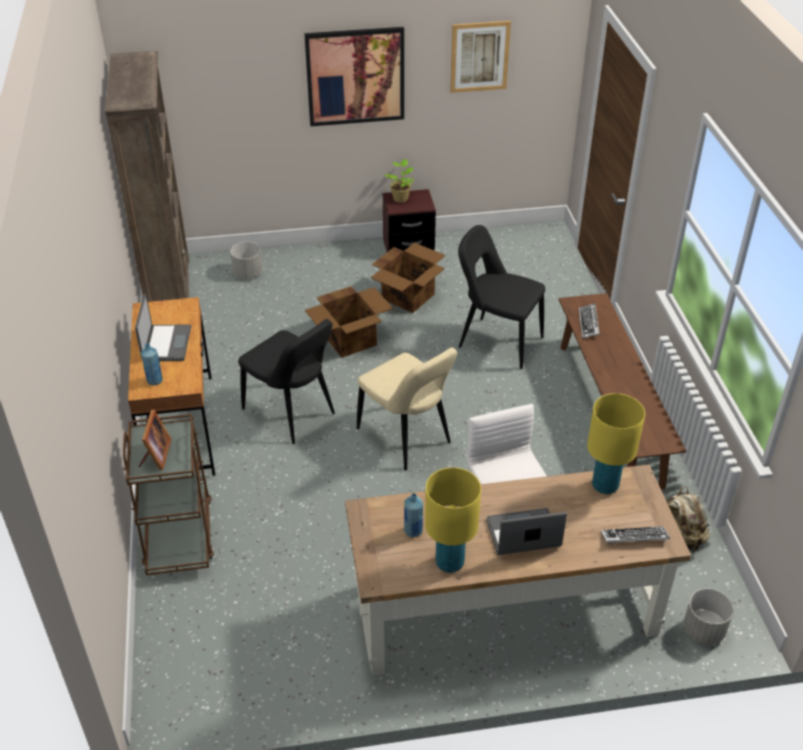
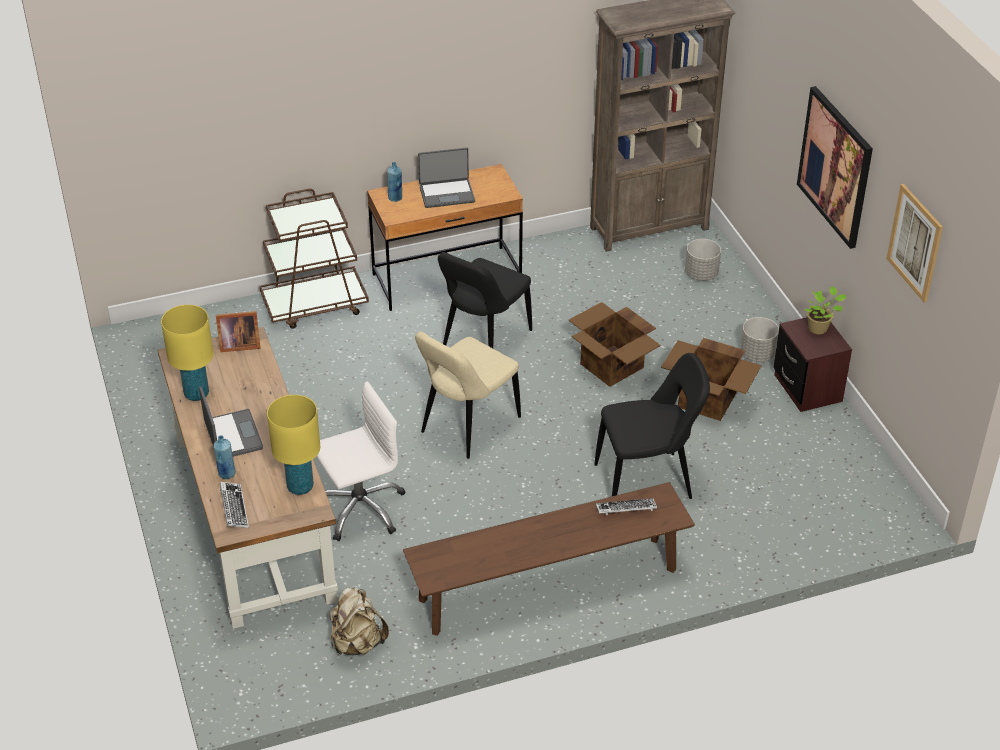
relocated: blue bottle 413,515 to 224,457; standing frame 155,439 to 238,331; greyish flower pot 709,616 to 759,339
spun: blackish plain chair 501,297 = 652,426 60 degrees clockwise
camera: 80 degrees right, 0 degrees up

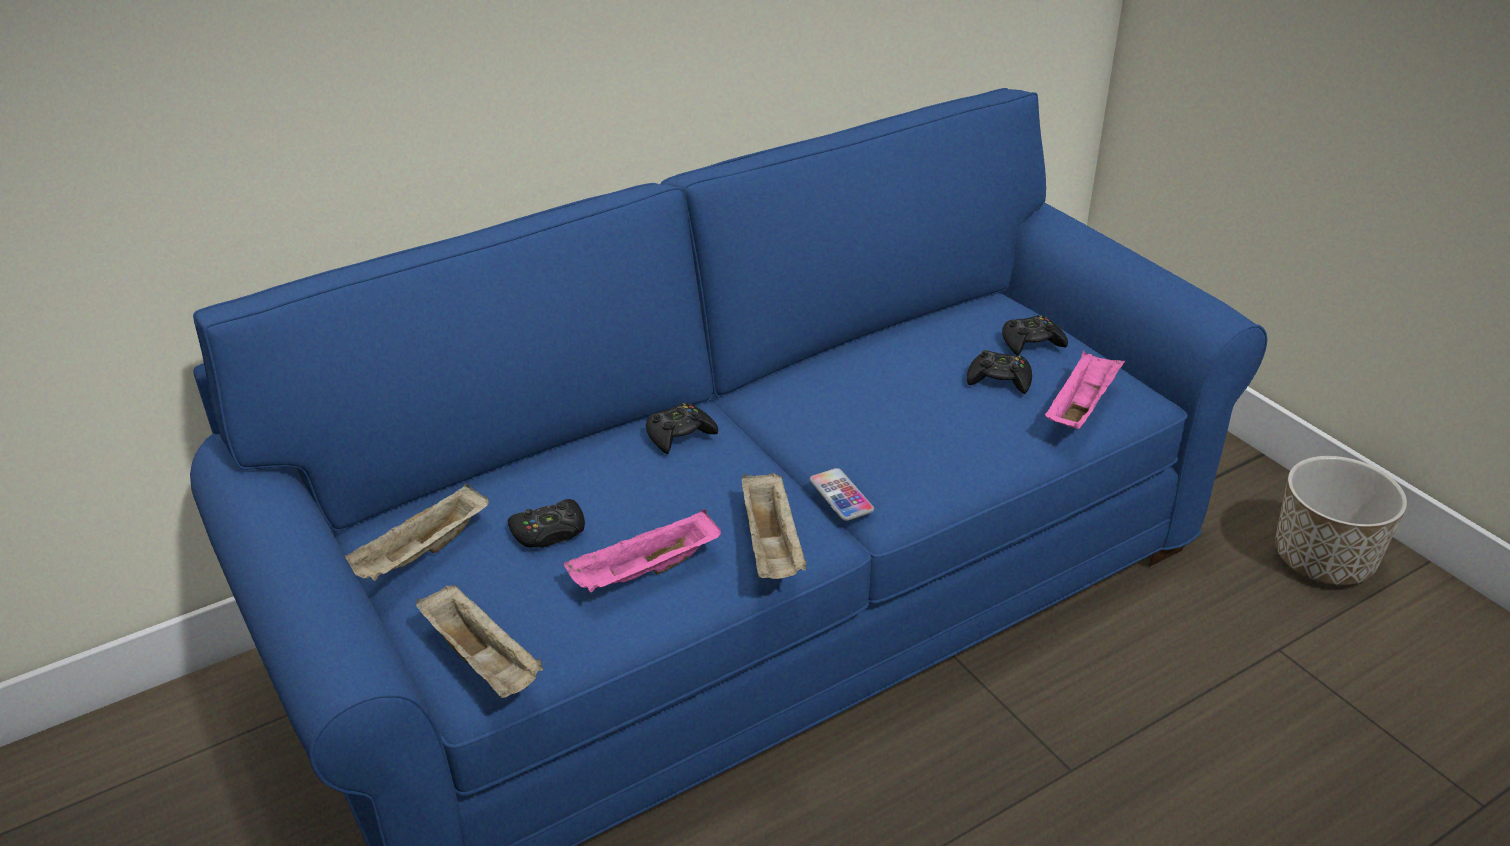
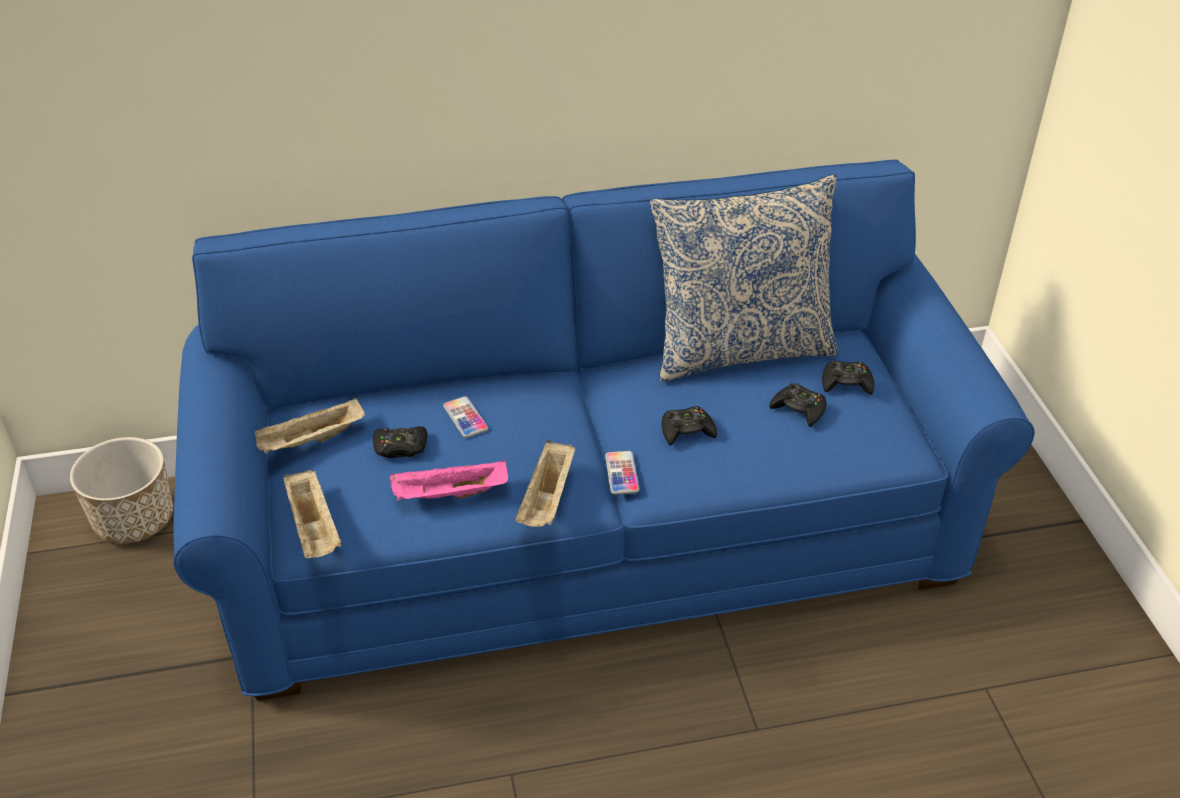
missing: pink-coloured tray 1085,390
appeared: phone 465,417; throw pillow 744,278
relocated: flower pot 1341,520 to 121,490; blackish gamepad 682,428 to 689,426
camera: 20 degrees right, 5 degrees up

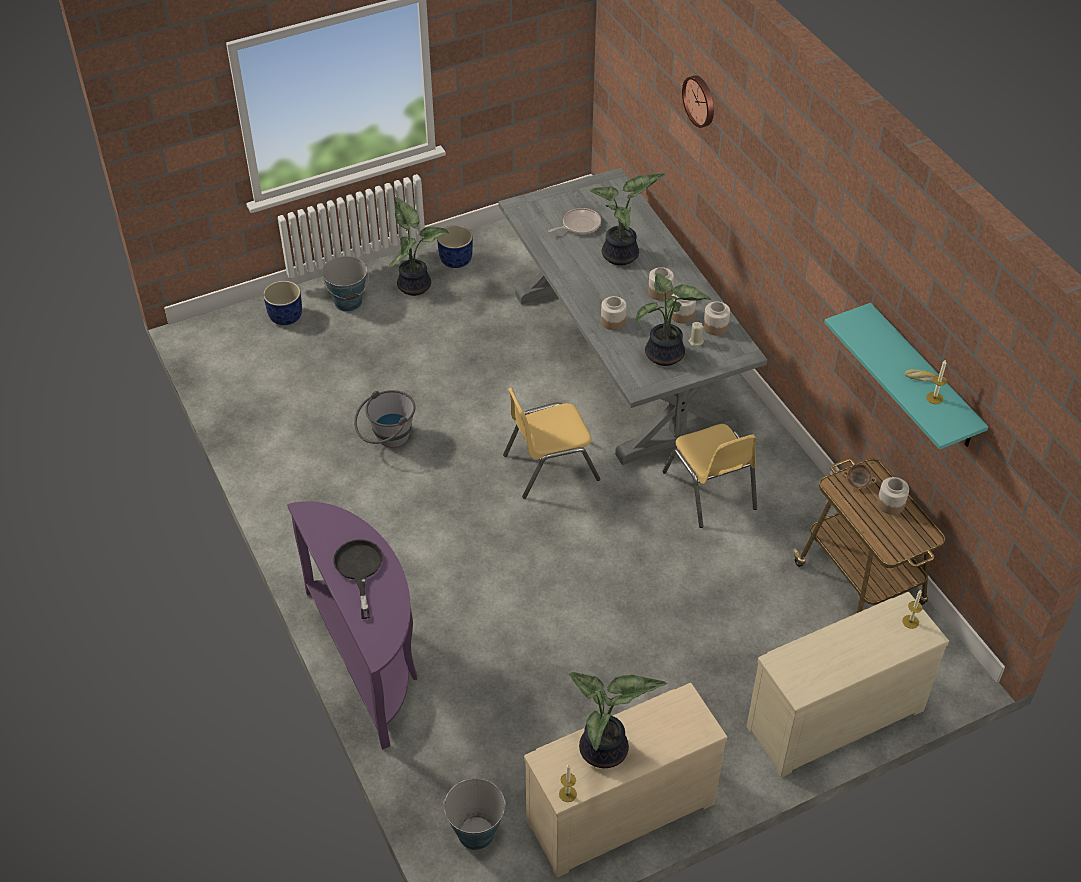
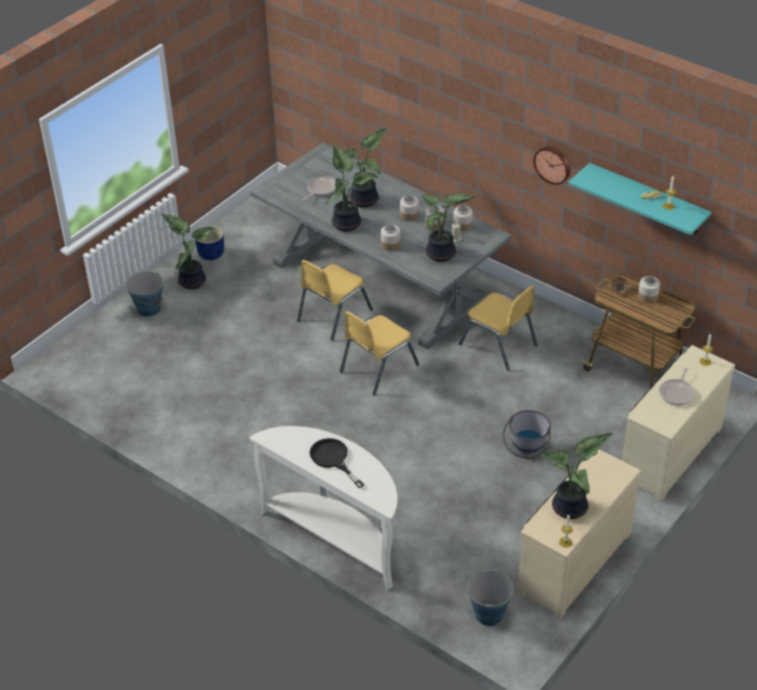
missing: blue flower pot 282,303
appeared: yellowish plain chair 335,300; plant in a pot 351,188; frying pan 677,386
relocated: greyish pail 384,419 to 526,434; hanging clock 698,101 to 551,166
colour: purple-coloured narrow table 352,625 to white narrow table 323,508
camera: 25 degrees left, 5 degrees down

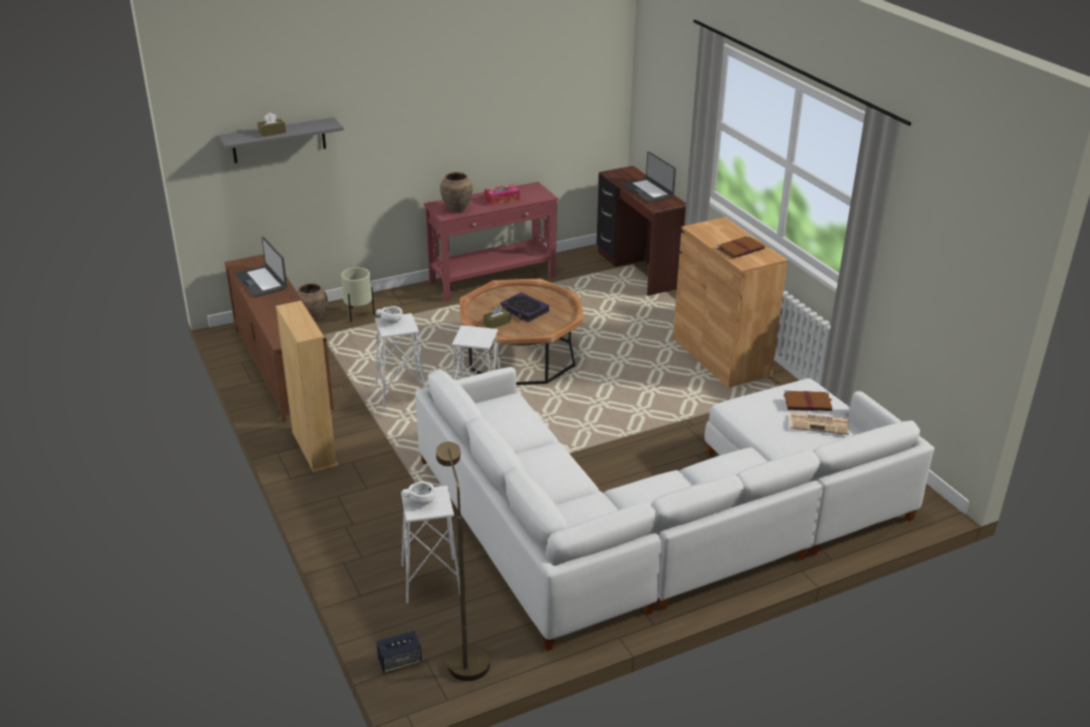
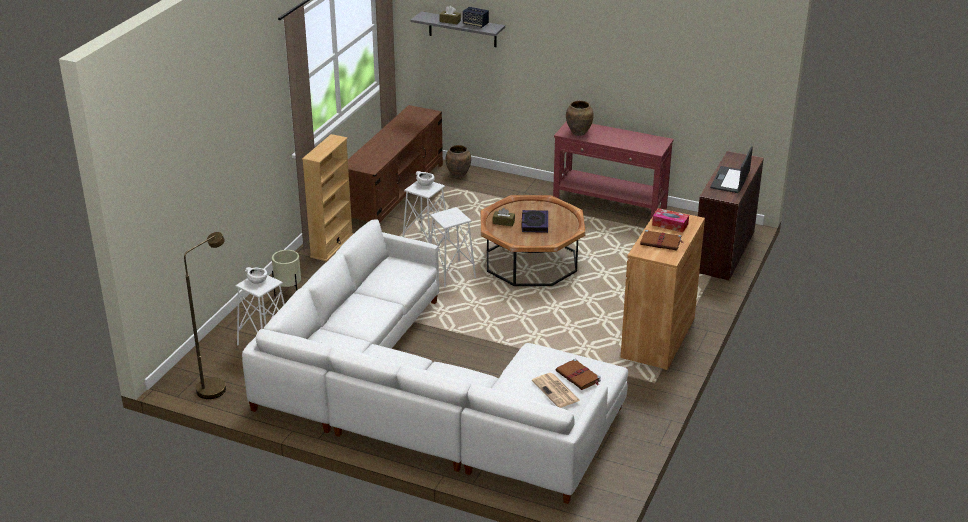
missing: laptop 261,267
relocated: sand-coloured flower pot 358,294 to 286,273; speaker 399,652 to 476,17; box of tissues 502,194 to 670,220
camera: 50 degrees right, 0 degrees up

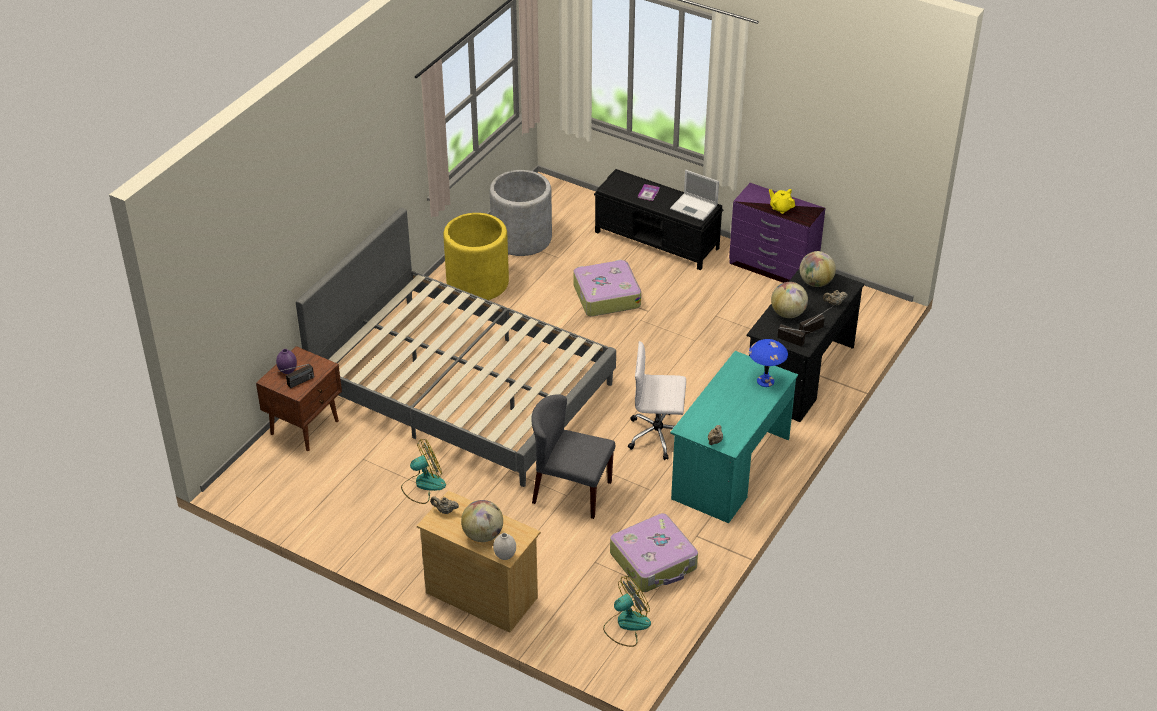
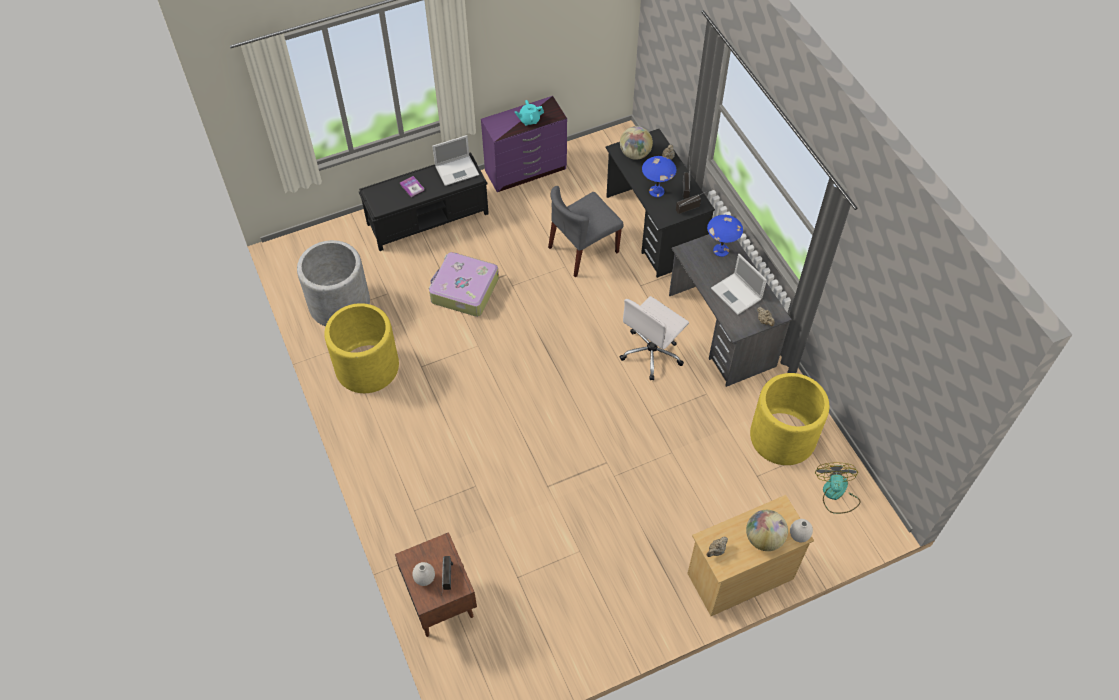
missing: greyish bedroom bed 456,347; fan 423,471
appeared: laptop 739,284
relocated: greyish plain chair 573,456 to 585,231
exchanged: globe 789,300 to blue lamp for a table 659,176; piece of luggage 654,552 to yellowish flower pot 789,419
colour: purple-coloured flower vase 286,361 to white flower vase 423,574; yellowish pot for tea 782,201 to turquoise-coloured pot for tea 529,113; turquoise-coloured desk unit 734,437 to greyish desk unit 730,310
camera: 55 degrees left, 15 degrees up

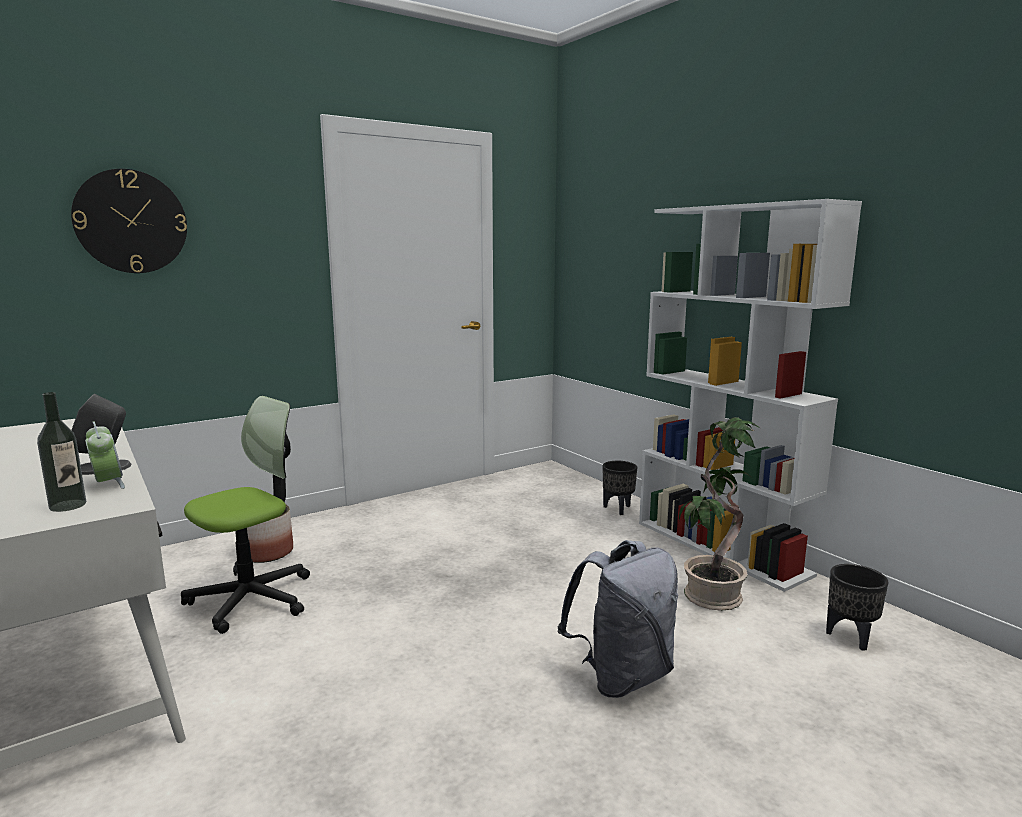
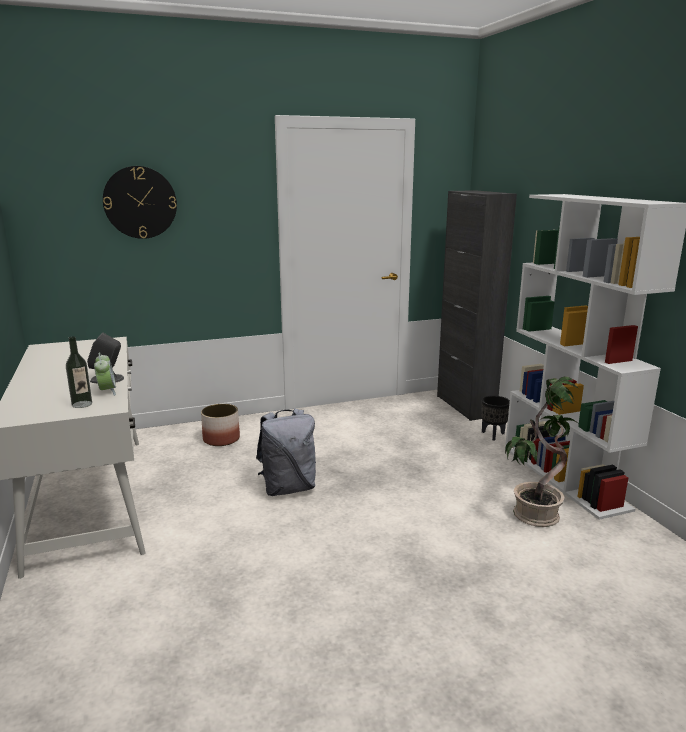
missing: desk chair 245,515; blackish flower pot 857,607
appeared: blackish cupboard 477,305
relocated: greyish rucksack 618,619 to 286,452
camera: 15 degrees right, 5 degrees up

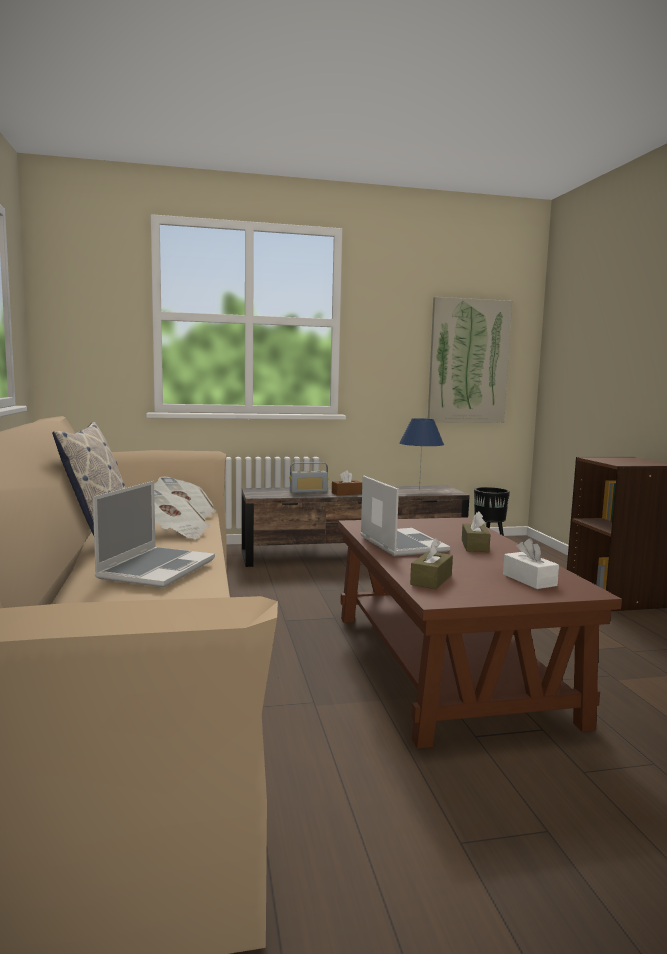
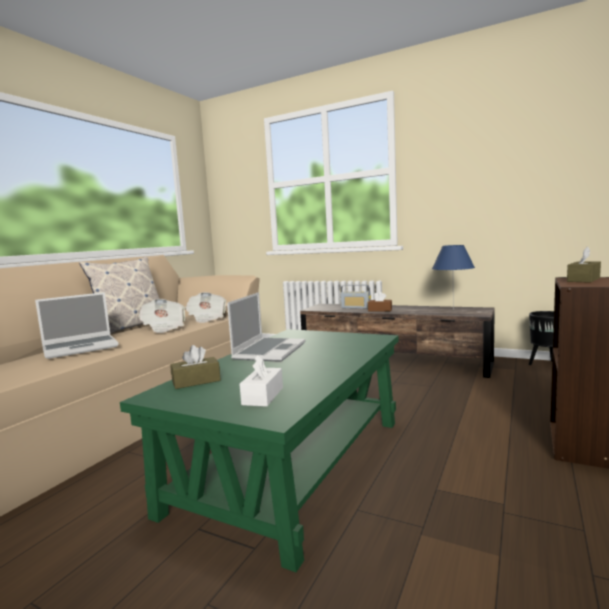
missing: wall picture 470,360
relocated: brown box of tissues 476,532 to 584,265
colour: brown low table 480,633 to greenish low table 259,450
camera: 40 degrees right, 0 degrees up

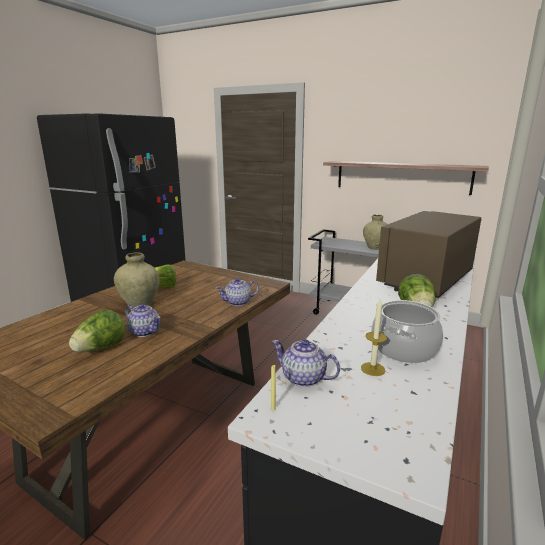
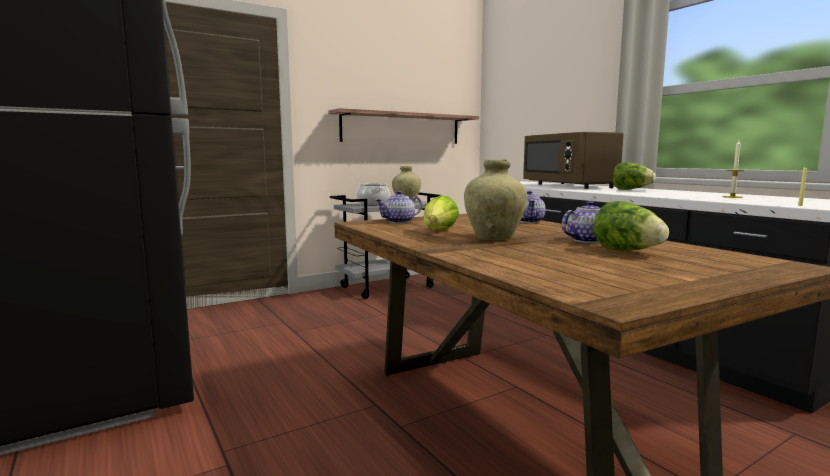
relocated: cooking pot 407,331 to 373,194; pot for tea 306,363 to 399,207
camera: 60 degrees left, 10 degrees down

